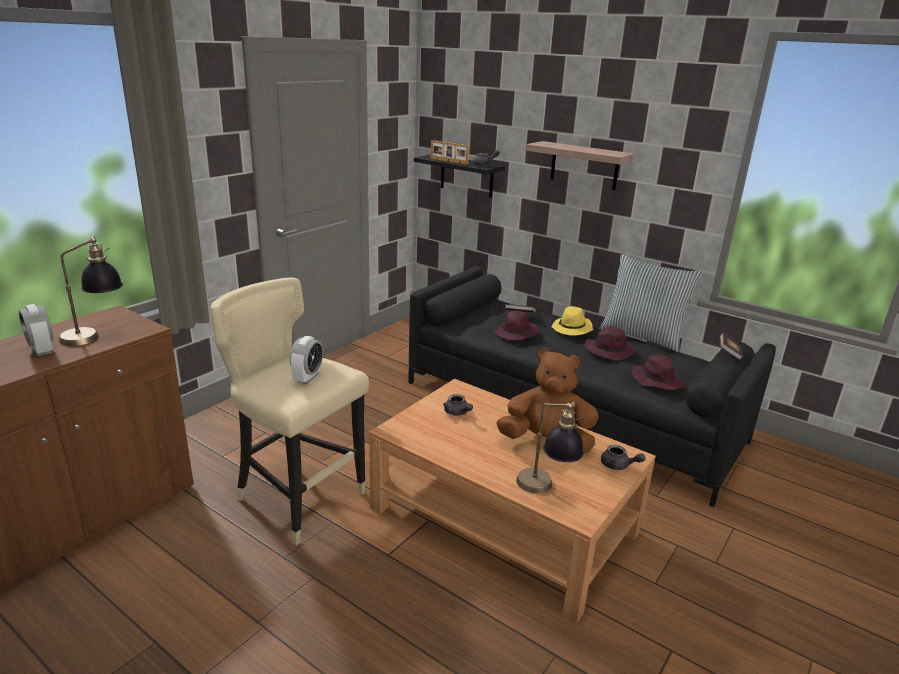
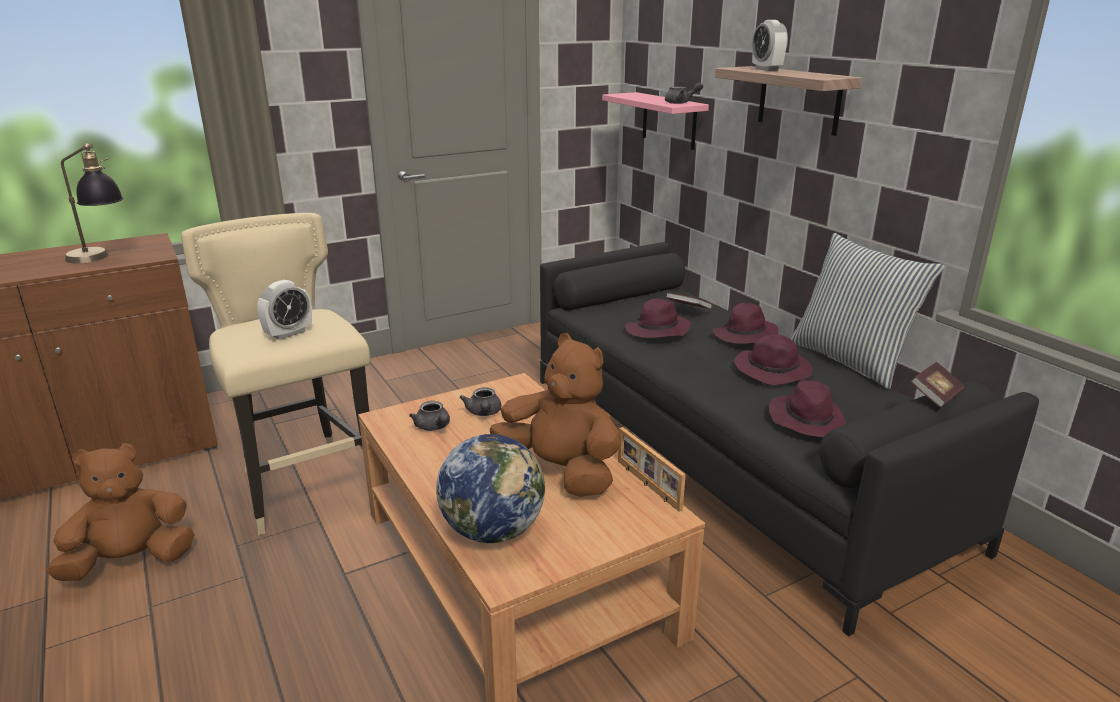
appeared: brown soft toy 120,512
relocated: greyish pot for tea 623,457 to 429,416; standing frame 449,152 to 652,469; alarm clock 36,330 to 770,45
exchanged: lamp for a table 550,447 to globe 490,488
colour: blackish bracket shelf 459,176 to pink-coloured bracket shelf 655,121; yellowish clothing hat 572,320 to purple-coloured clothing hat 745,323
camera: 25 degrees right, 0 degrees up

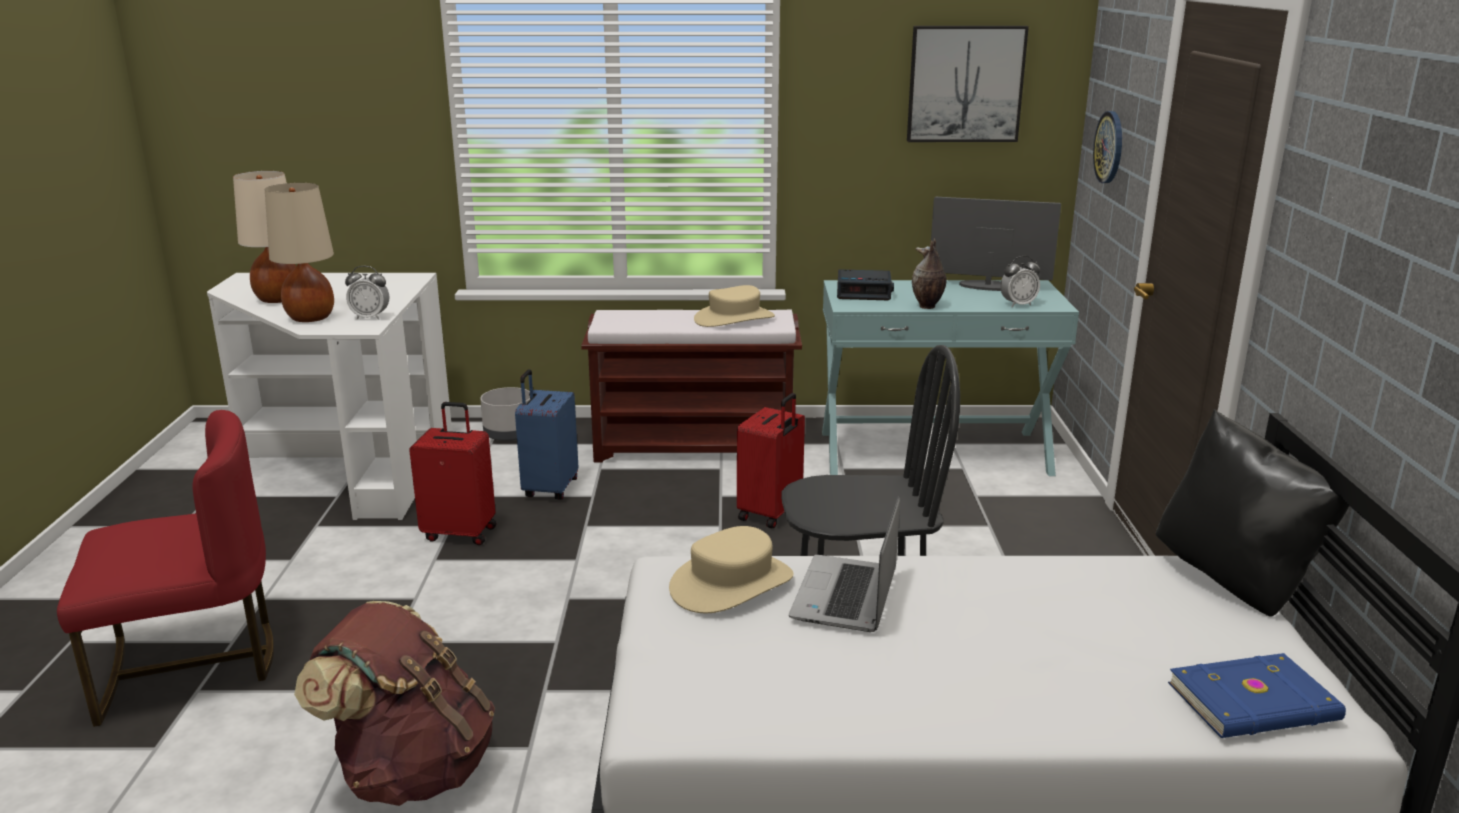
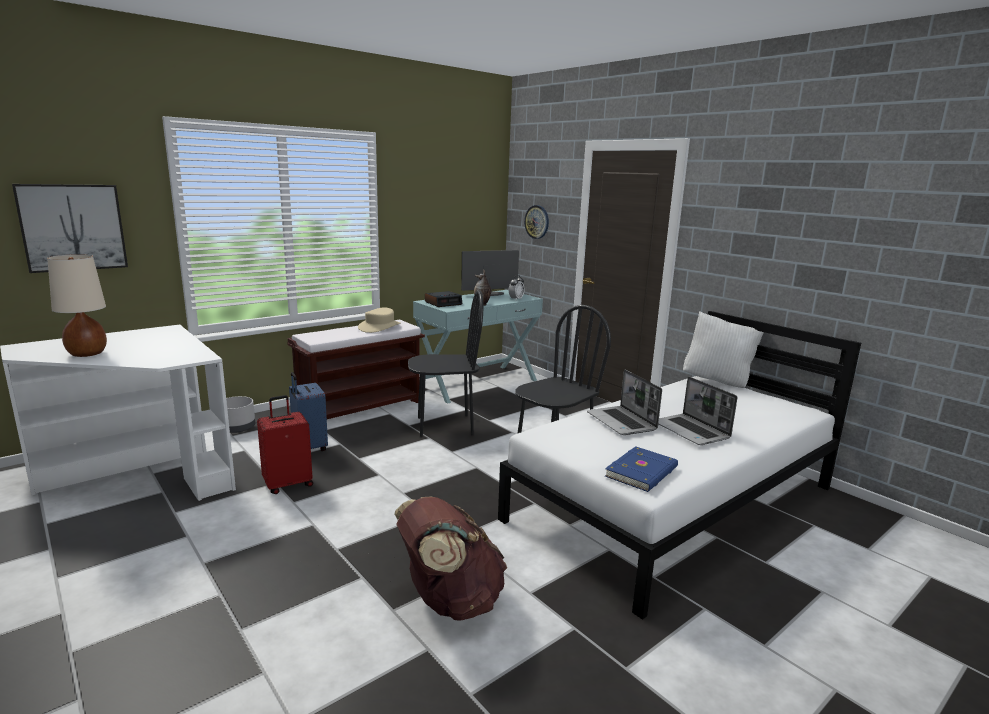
missing: red-coloured plain chair 165,568; sand-coloured lamp for a table 299,252; alarm clock 367,293; sand-coloured clothing hat 731,569
appeared: laptop 698,411
relocated: wall picture 968,84 to 70,228; blue volume 1257,695 to 641,469
exchanged: red-coloured piece of luggage 771,460 to blackish plain chair 445,363
colour: blackish throw pillow 1252,513 to white throw pillow 723,349
camera: 40 degrees left, 5 degrees down

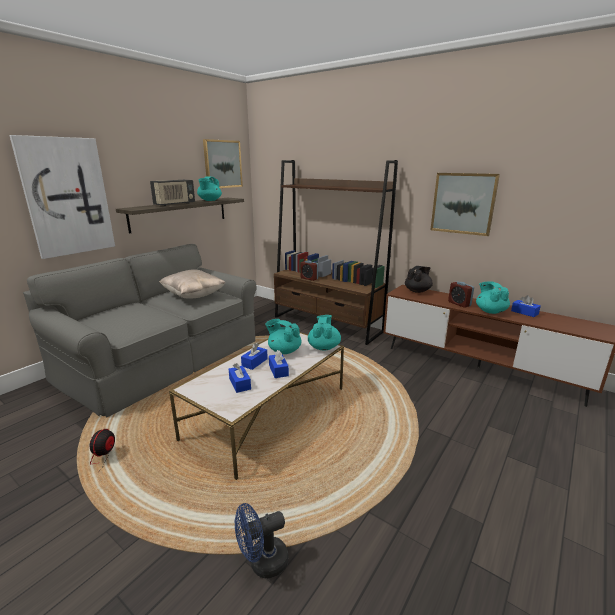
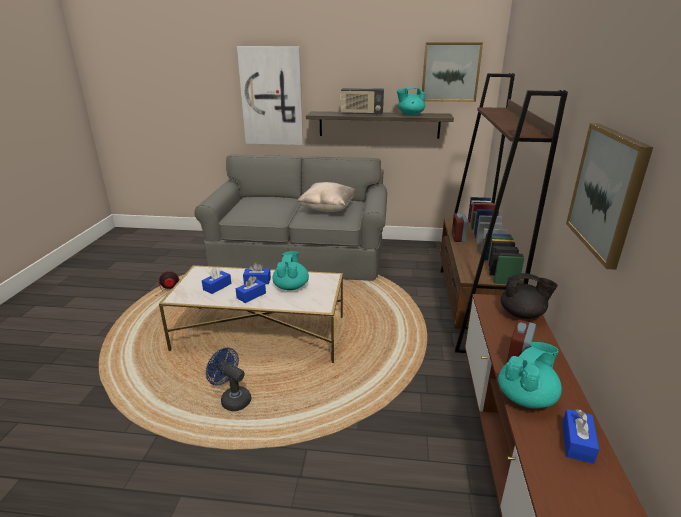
missing: turquoise-coloured pot for tea 324,333
relocated: blue fan 261,540 to 228,379
camera: 60 degrees right, 5 degrees up

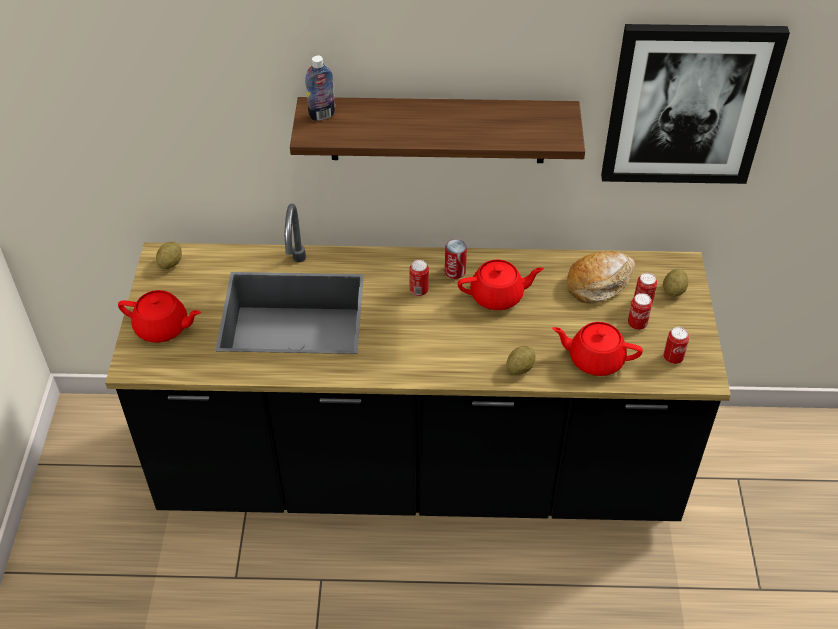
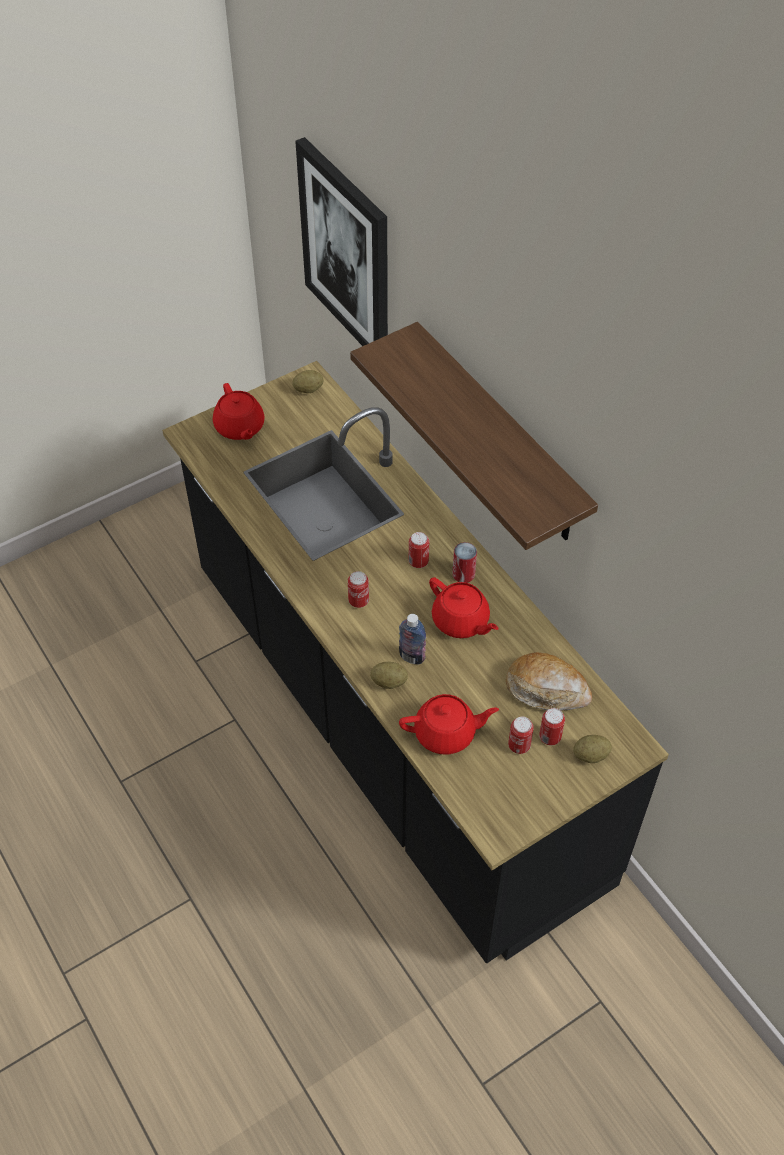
relocated: wall picture 695,104 to 341,241; sealed can 676,345 to 358,589; bottle 320,88 to 412,639
spun: red-coloured pot for tea 597,349 = 449,724 105 degrees clockwise
camera: 55 degrees right, 5 degrees up

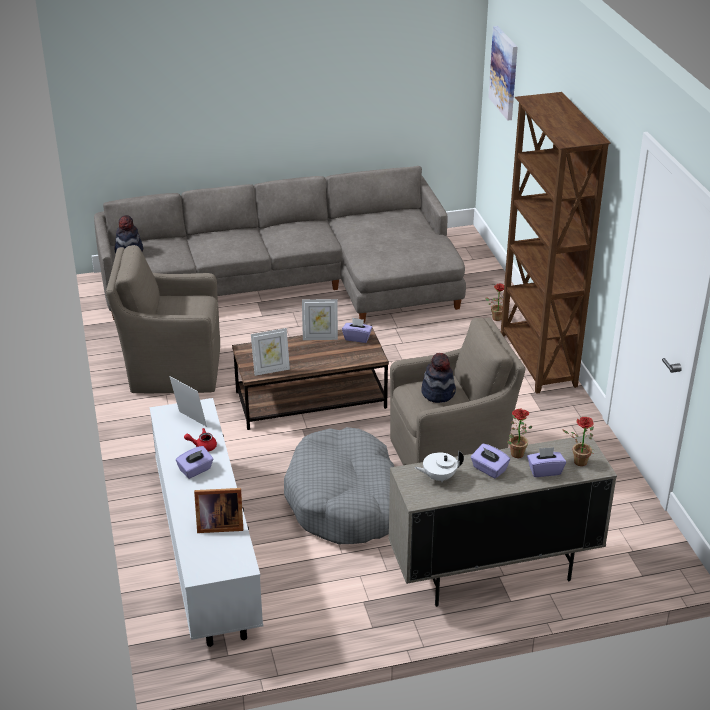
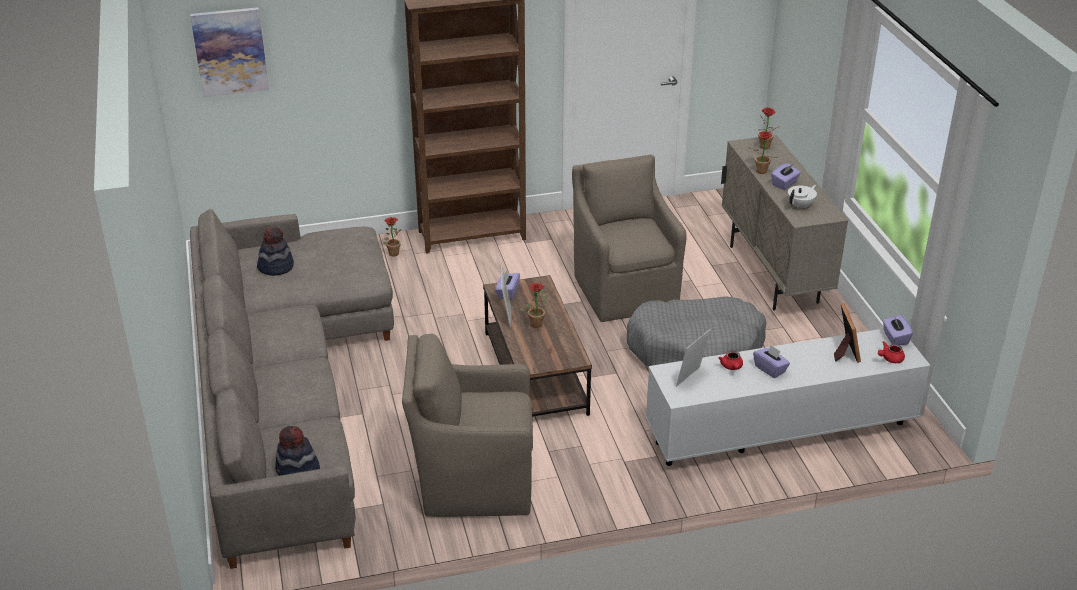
missing: standing frame 270,352
appeared: plant in a pot 533,305; red-coloured pot for tea 891,352
relocated: clothing hat 438,378 to 275,251; purple-coloured box of tissues 546,462 to 898,330
spun: brown lounge chair 163,319 = 467,425 90 degrees clockwise; white pot for tea 439,466 = 802,197 120 degrees counterclockwise
camera: 90 degrees left, 0 degrees up

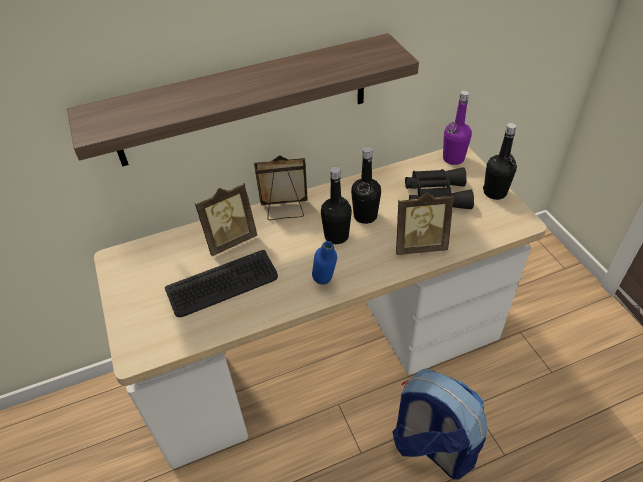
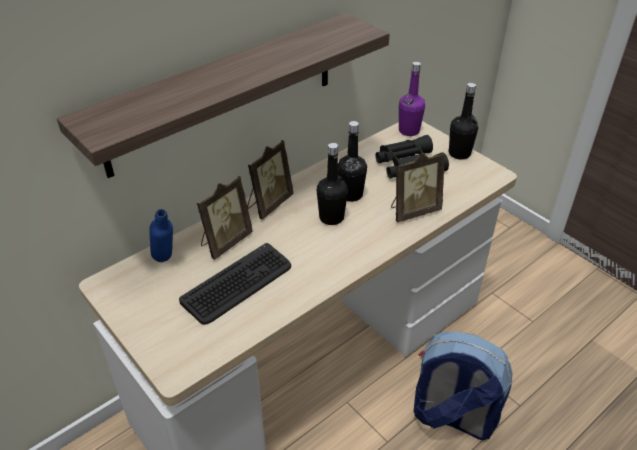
relocated: blue bottle 324,262 to 161,235
spun: standing frame 281,187 = 270,180 150 degrees clockwise
camera: 20 degrees left, 5 degrees down

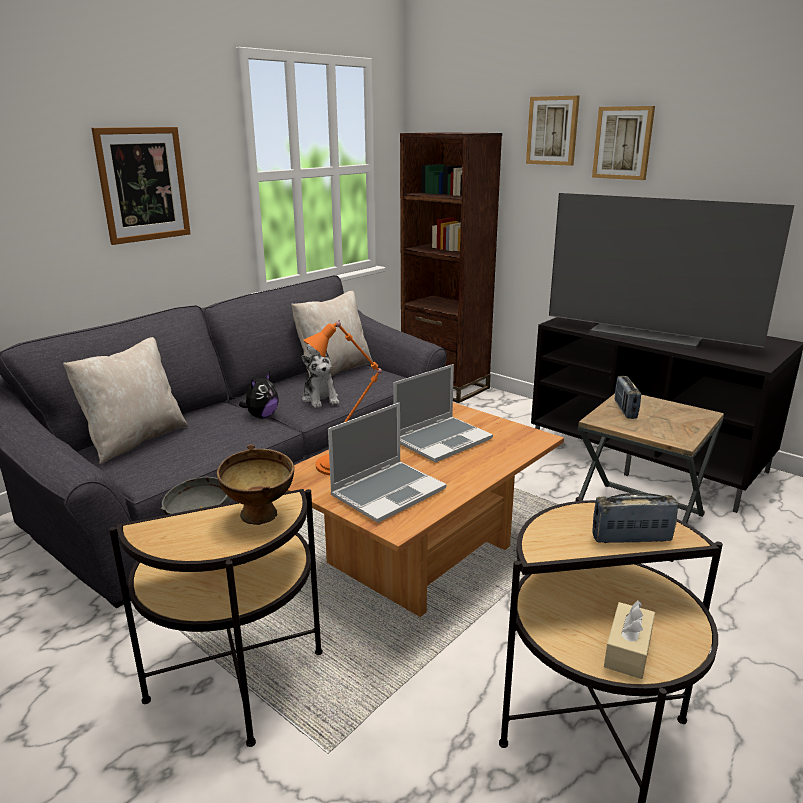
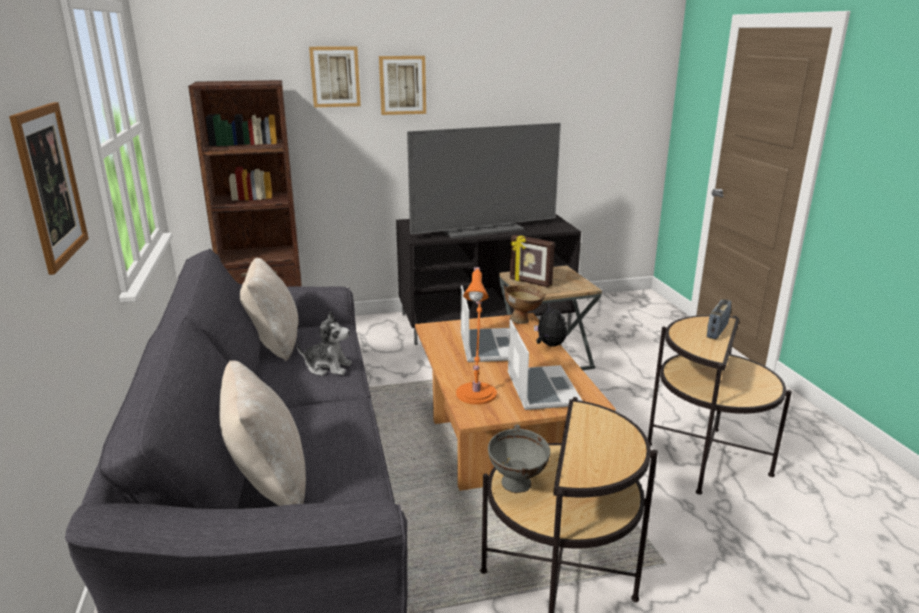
missing: sand-coloured box of tissues 629,639
relocated: brown deep dish 255,484 to 525,304; soft toy 259,395 to 550,325
exchanged: radio 628,397 to standing frame 532,261
camera: 55 degrees left, 0 degrees up

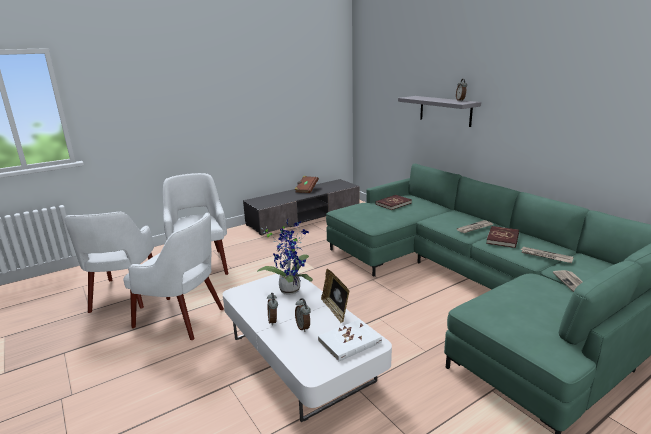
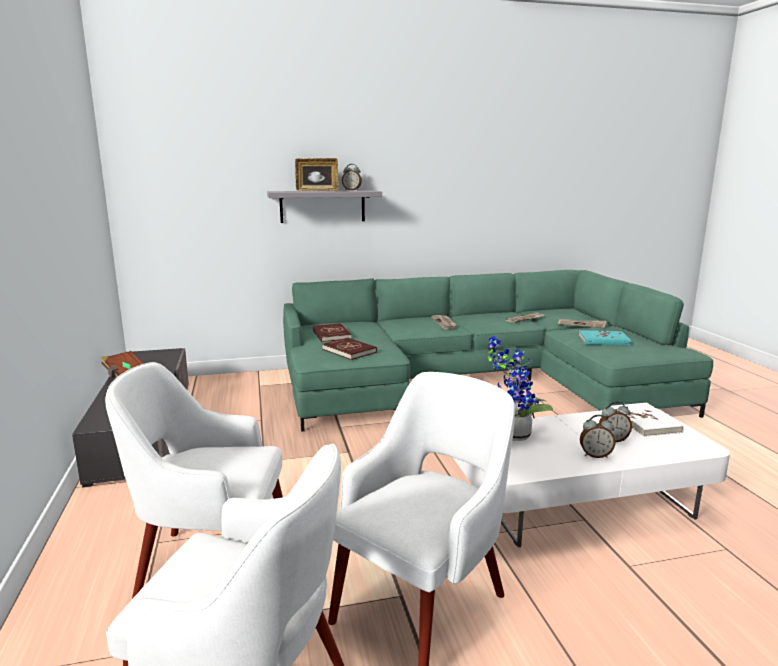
appeared: turquoise-coloured volume 604,338
relocated: standing frame 335,296 to 317,174; red-coloured volume 502,237 to 349,348
camera: 70 degrees left, 5 degrees down

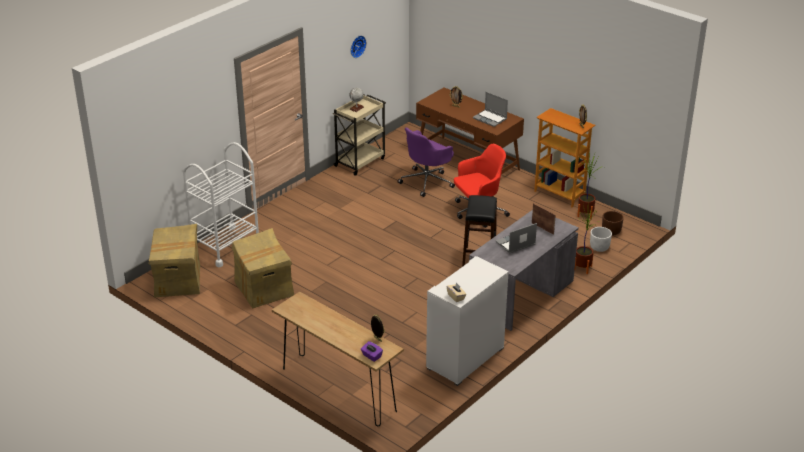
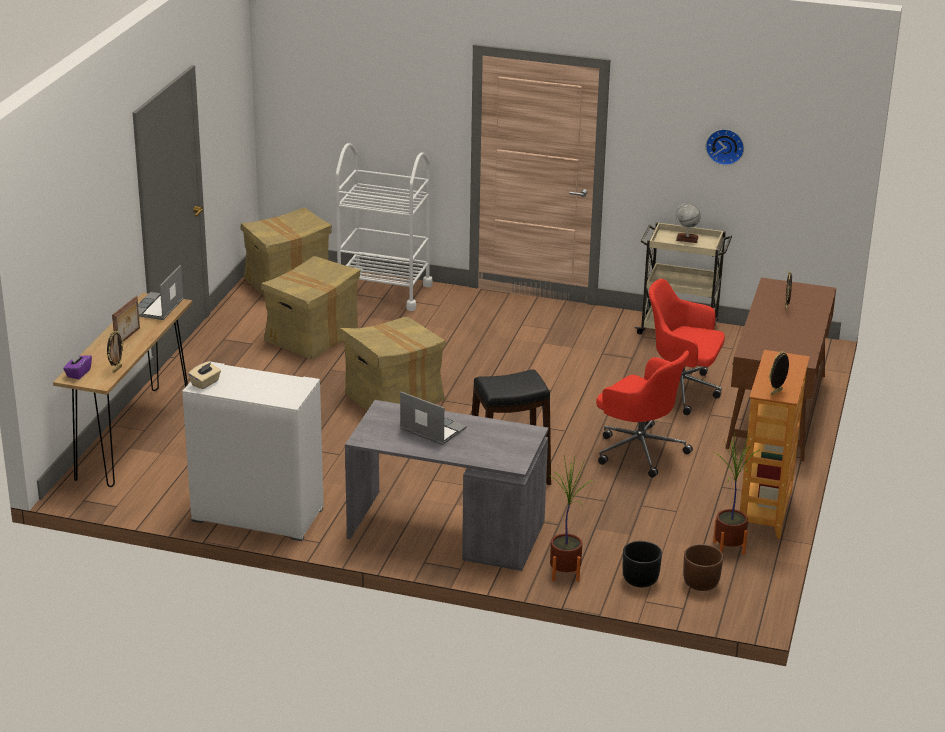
appeared: cardboard box 393,364
relocated: standing frame 544,219 to 126,318; laptop 490,109 to 161,292
colour: white flower pot 601,239 to blackish flower pot 642,564; purple-coloured desk chair 426,162 to red-coloured desk chair 687,347
camera: 65 degrees right, 5 degrees down

